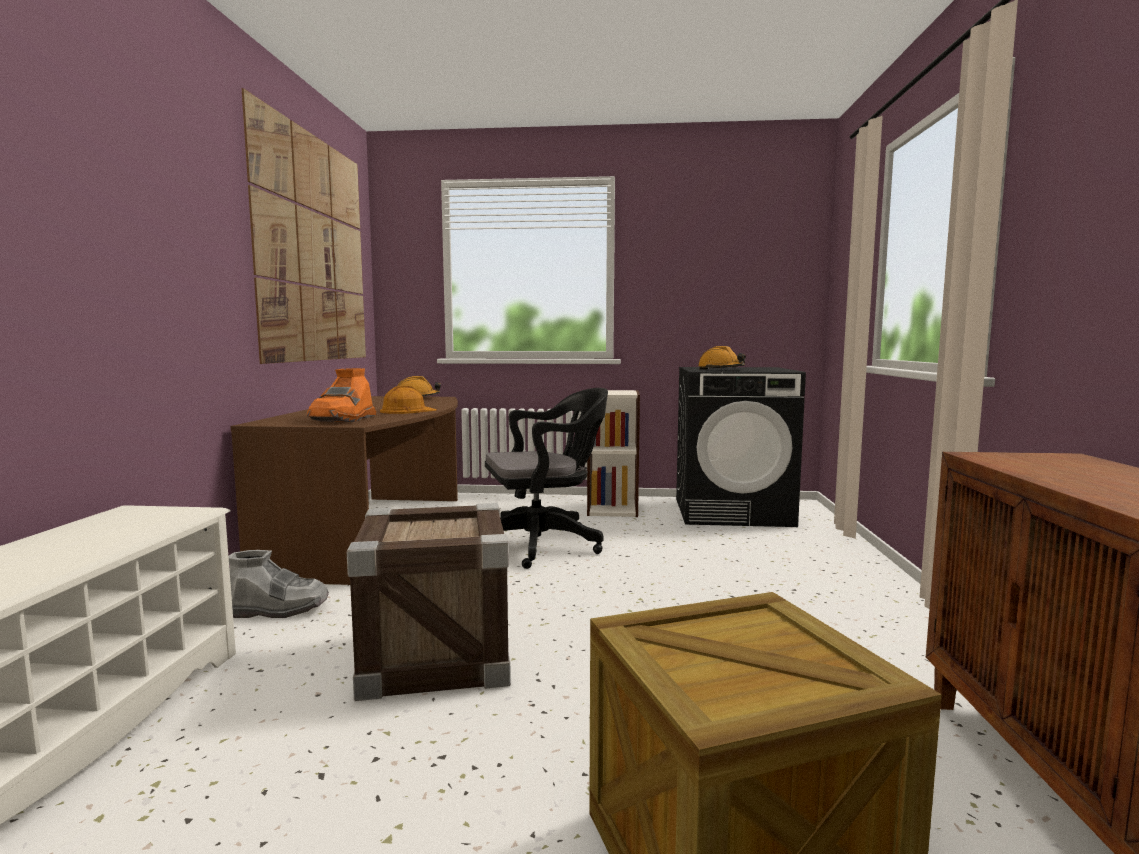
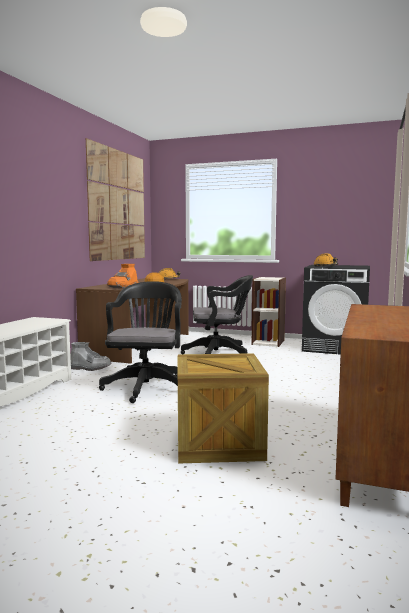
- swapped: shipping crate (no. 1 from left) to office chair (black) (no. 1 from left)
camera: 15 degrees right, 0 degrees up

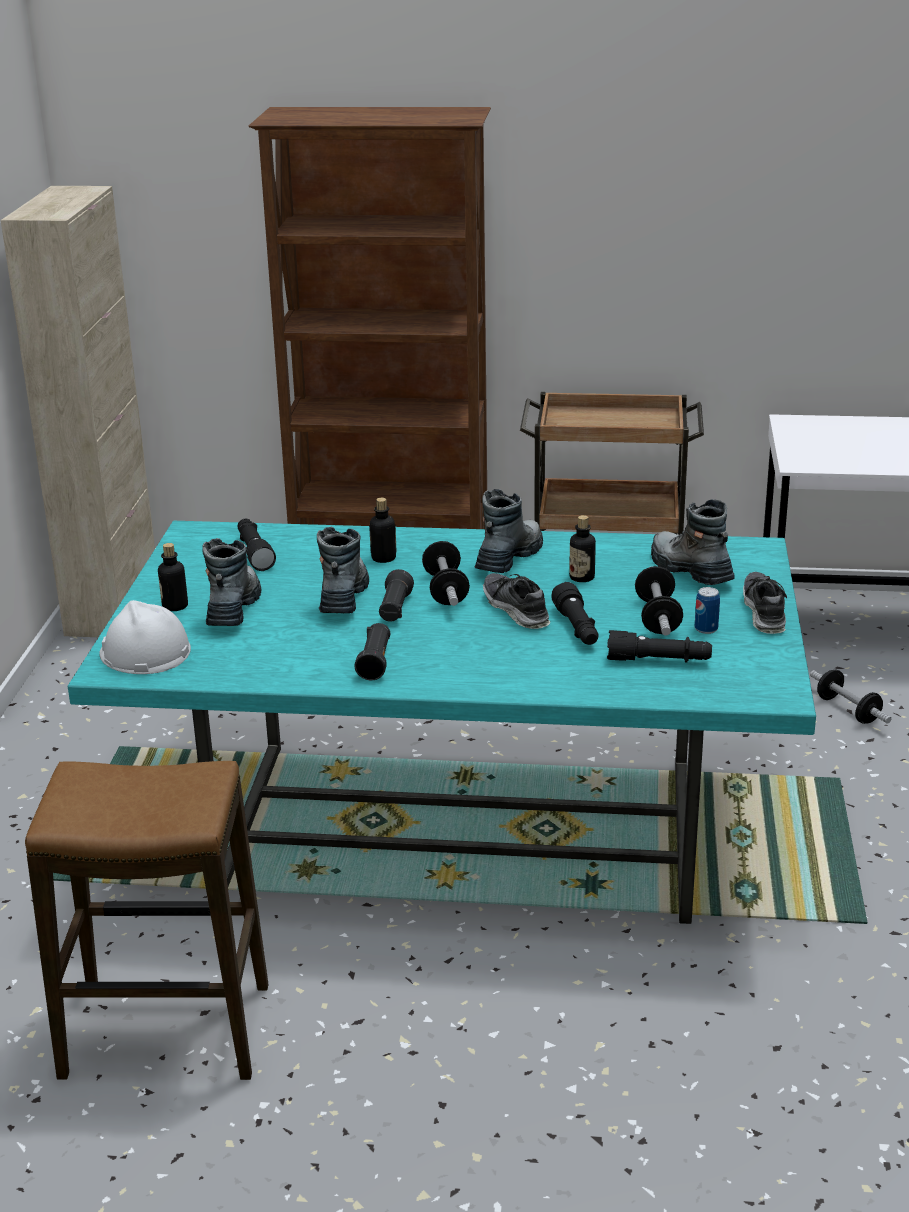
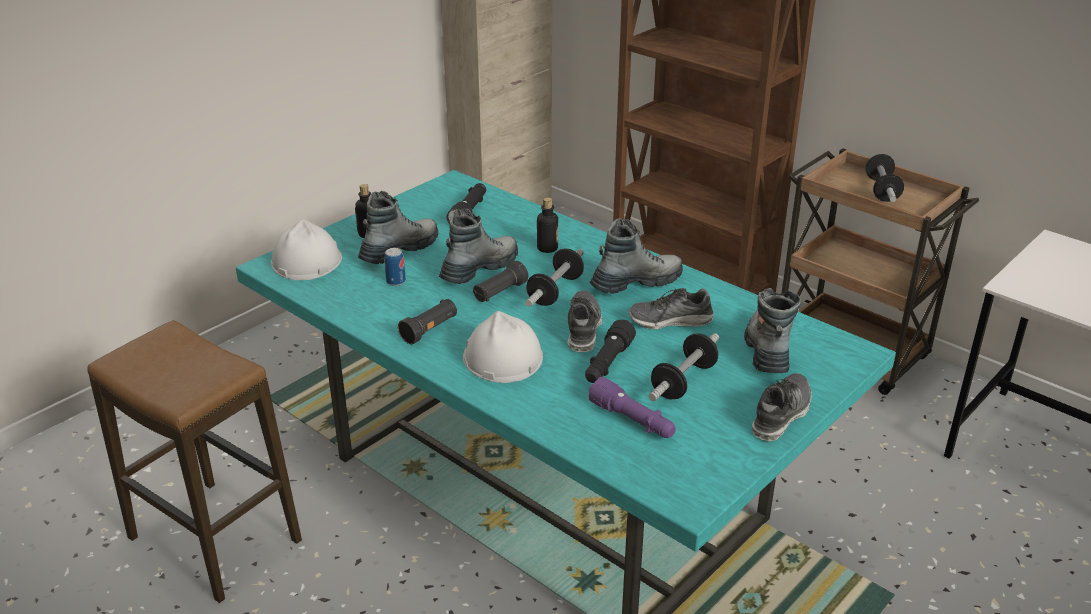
- swapped: beverage bottle (no. 3 from left) to low shoe (no. 2 from left)
- repainted: flashlight (black) (no. 5 from left) to flashlight (purple)
- shifted: metal can
- shifted: hand weight (no. 3 from left)
- new: safety helmet (white-coloured) (no. 2 from left)
camera: 35 degrees right, 5 degrees up

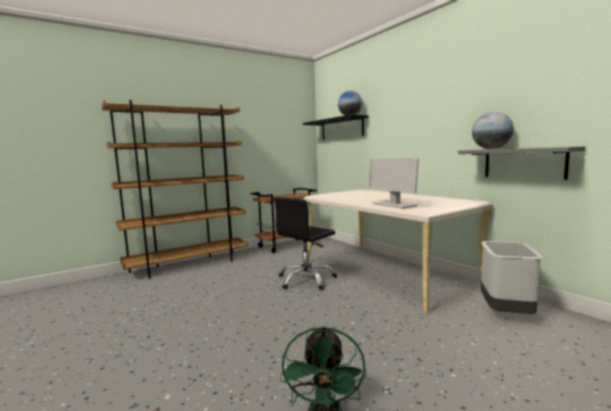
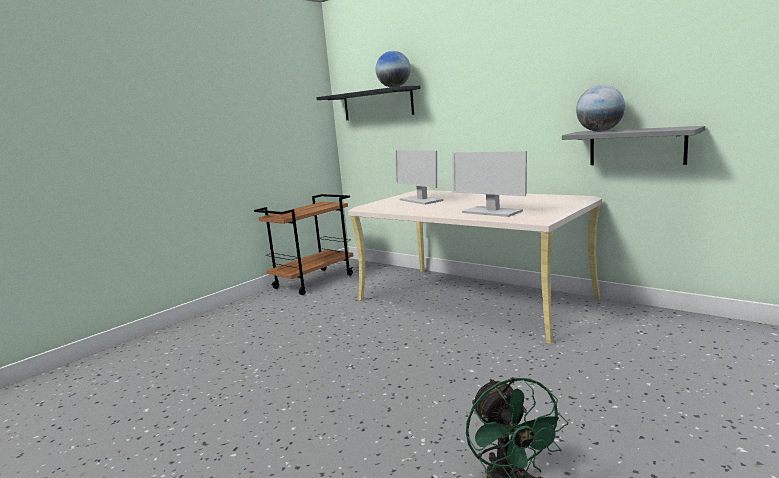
- gone: bookshelf (brownish)
- gone: office chair (black)
- gone: waste bin (greyish)
- new: computer display (no. 1 from left)
camera: 15 degrees left, 5 degrees up

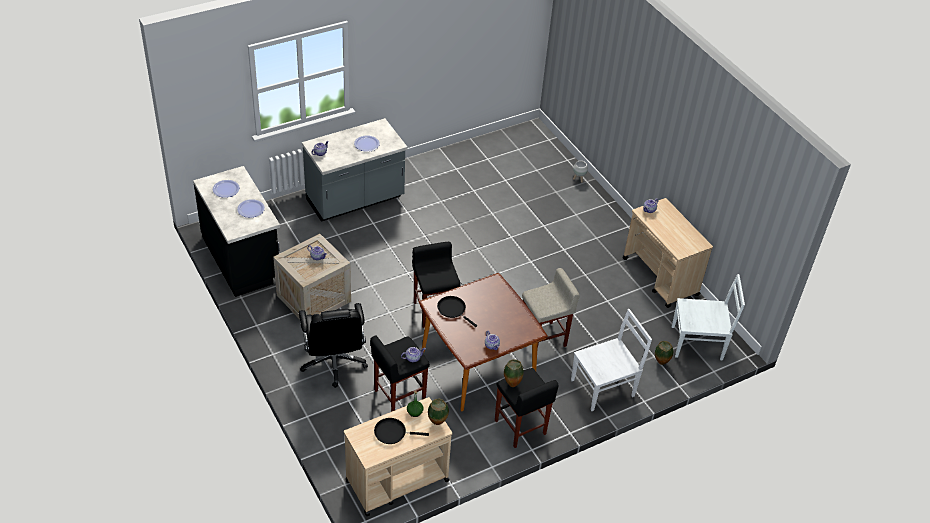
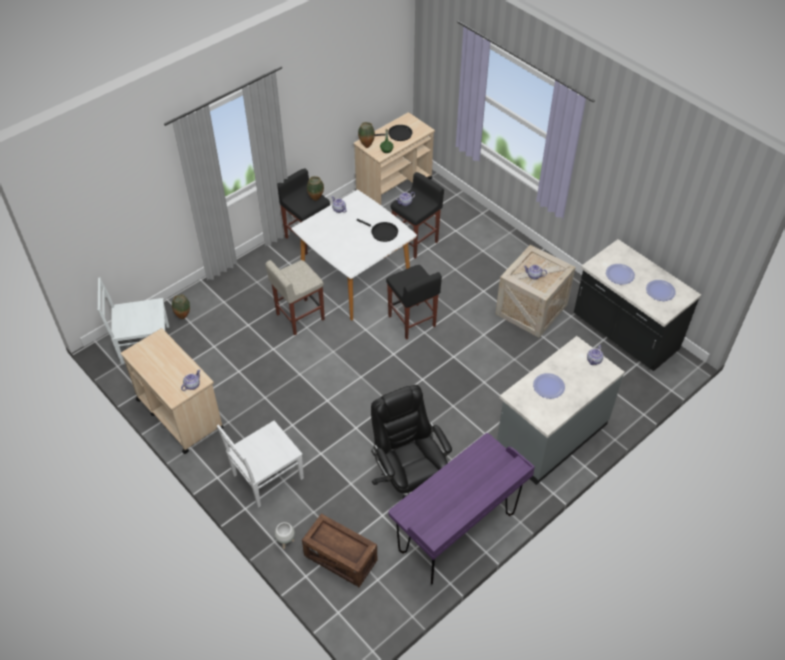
- shifted: office chair (black)
- repainted: kitchen table (brownish) to kitchen table (white-coloured)
- shifted: upright chair (white-coloured) (no. 1 from left in the first image) to upright chair (white-coloured) (no. 2 from left)
- new: shipping crate (no. 1 from left)
- new: desk (purple)
camera: 170 degrees right, 5 degrees up

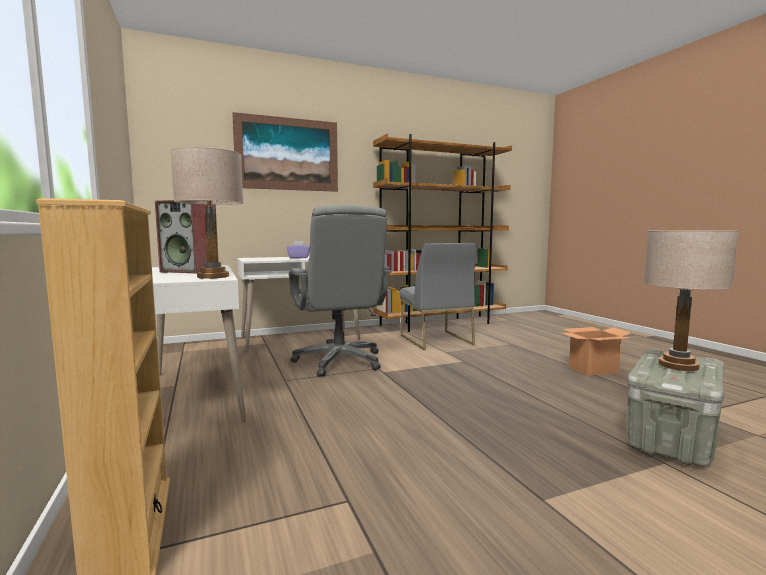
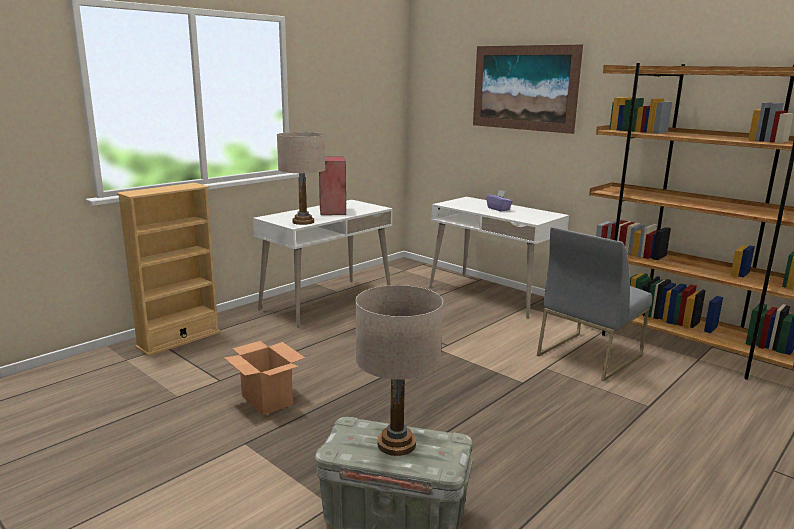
- gone: office chair (greyish)
- shifted: cardboard box
camera: 65 degrees right, 10 degrees up

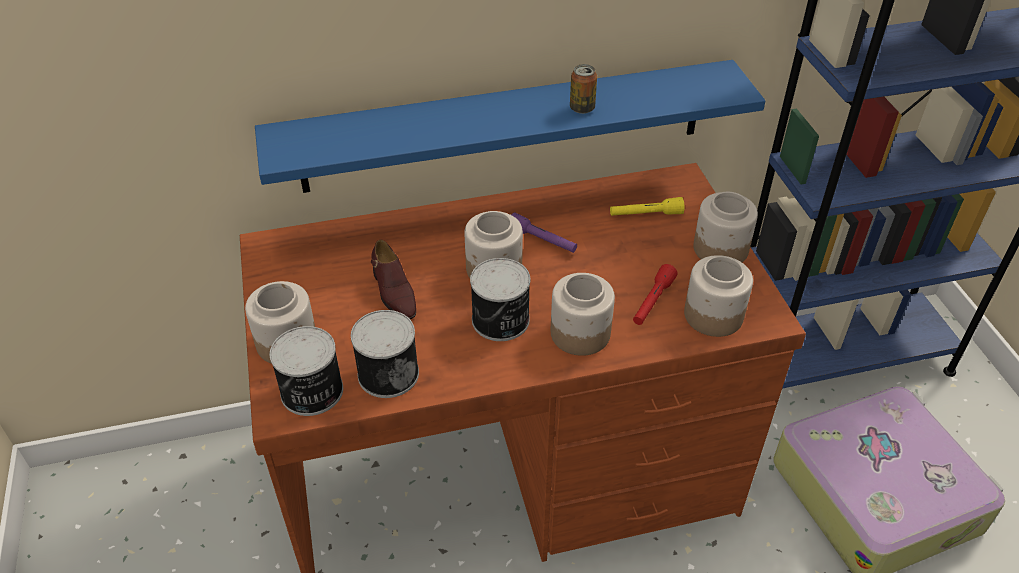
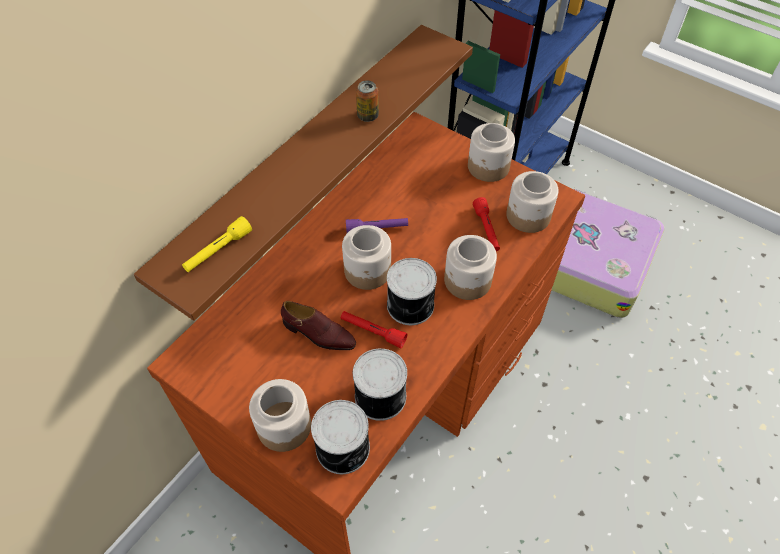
- repainted: wall shelf (blue-coloured) to wall shelf (brownish)
- shifted: flashlight (yellow-coloured)
- new: flashlight (red-coloured) (no. 1 from left)
camera: 40 degrees left, 10 degrees up

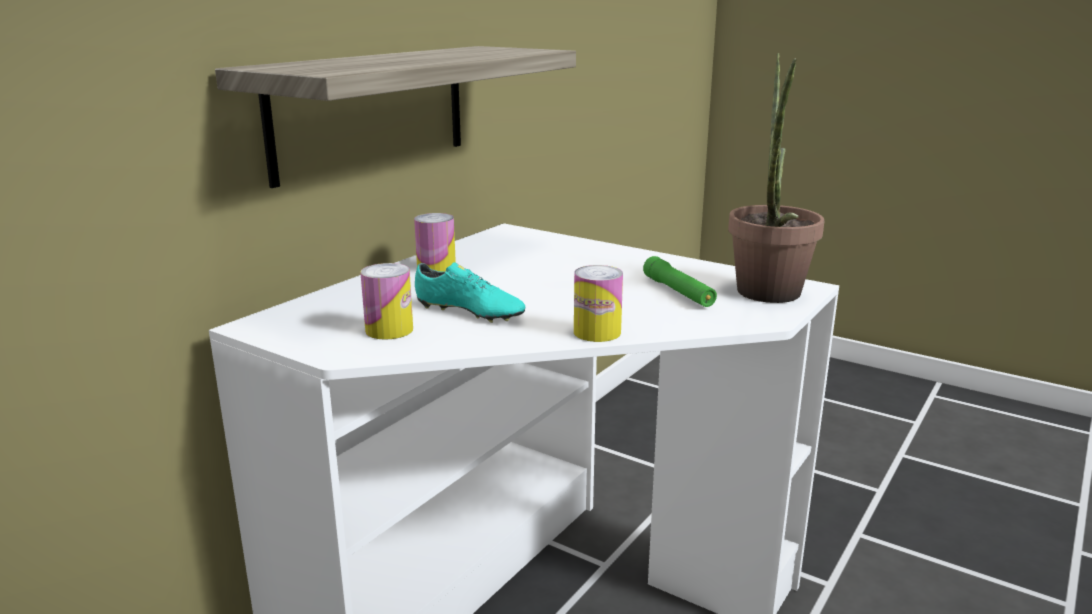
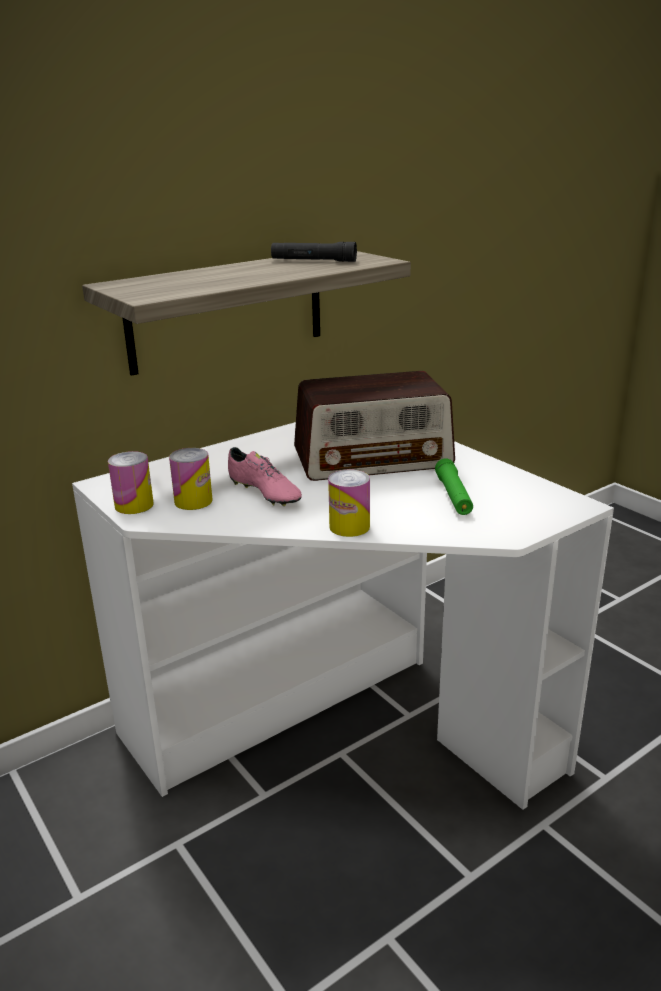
- shifted: metal can (no. 2 from left in the first image) to metal can (no. 1 from left)
- repainted: low shoe (turquoise-coloured) to low shoe (pink)
- gone: plant in a pot
- new: flashlight (black)
- new: radio receiver
camera: 20 degrees right, 5 degrees up

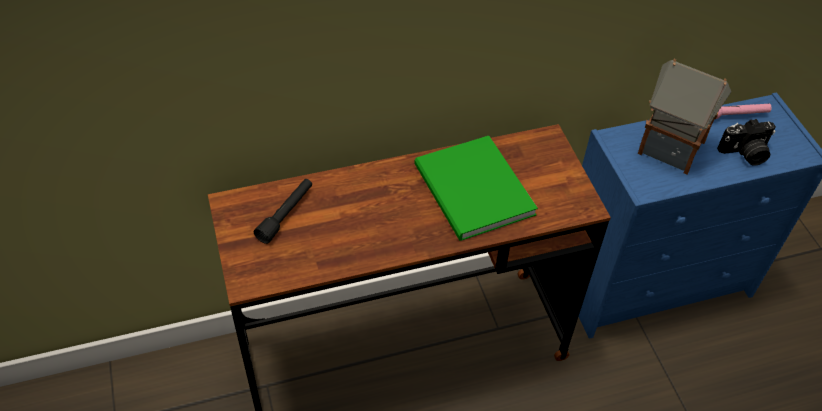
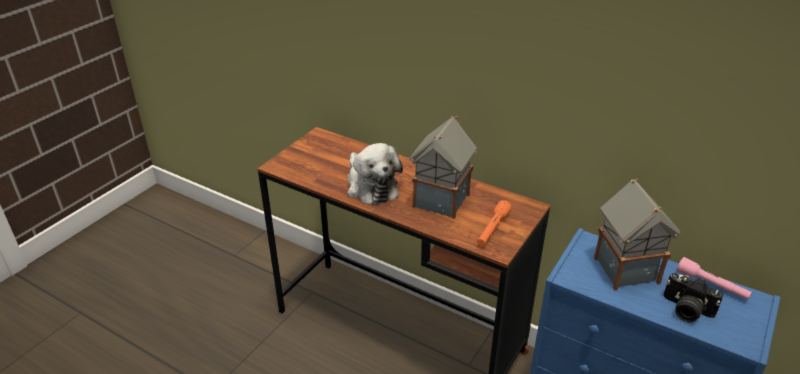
- gone: flashlight (black)
- swapped: book (green) to miniature house (no. 1 from left)
- new: soft toy
- new: flashlight (orange)
camera: 50 degrees right, 15 degrees down

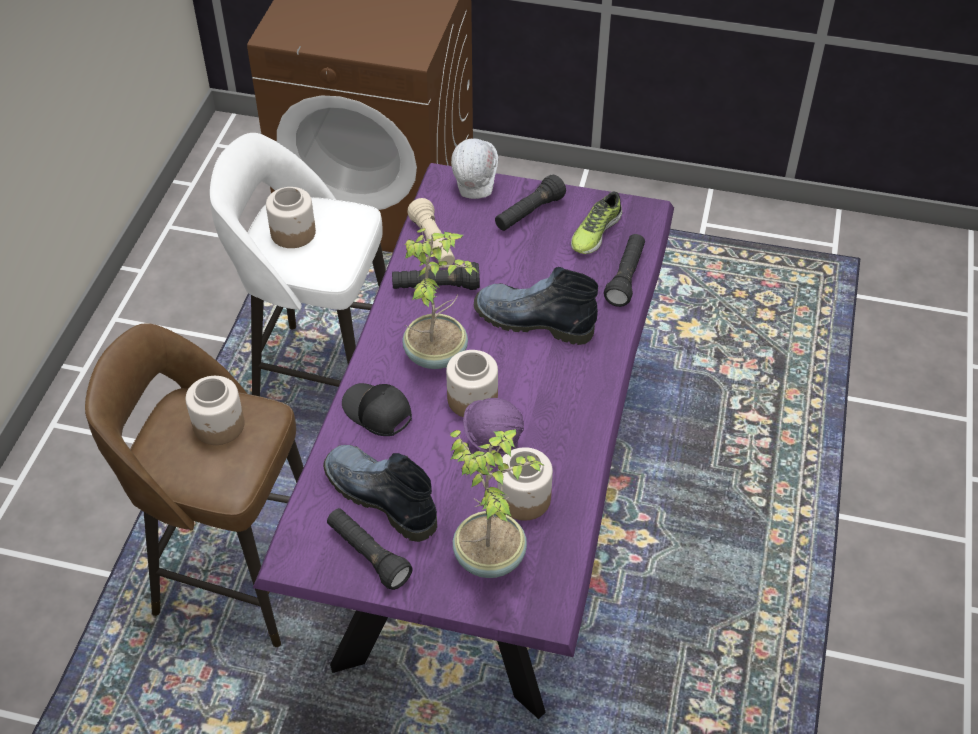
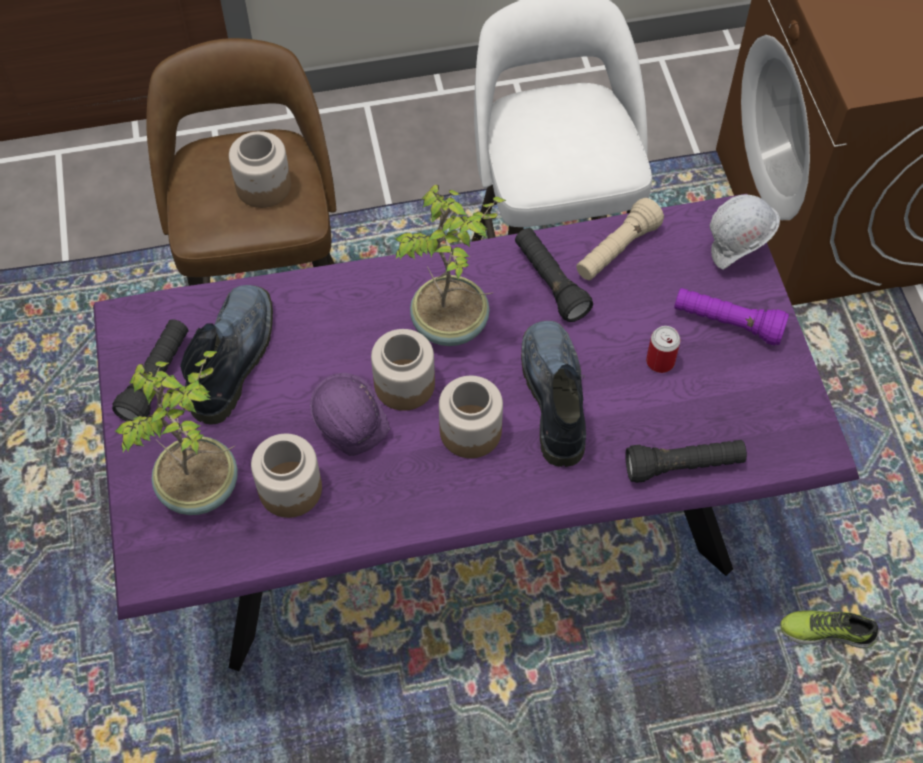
- shifted: storage jar (no. 2 from left in the first image) to storage jar (no. 4 from left)
- gone: cap (black)
- repainted: flashlight (black) (no. 3 from left) to flashlight (purple)
- shifted: low shoe
- new: metal can
camera: 65 degrees right, 10 degrees up

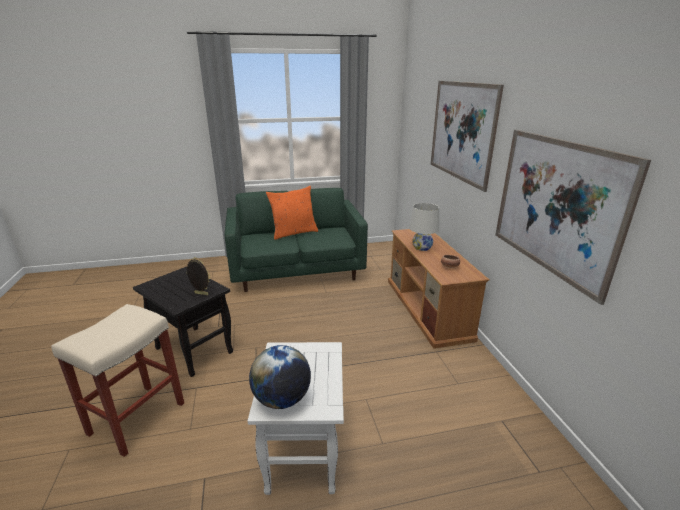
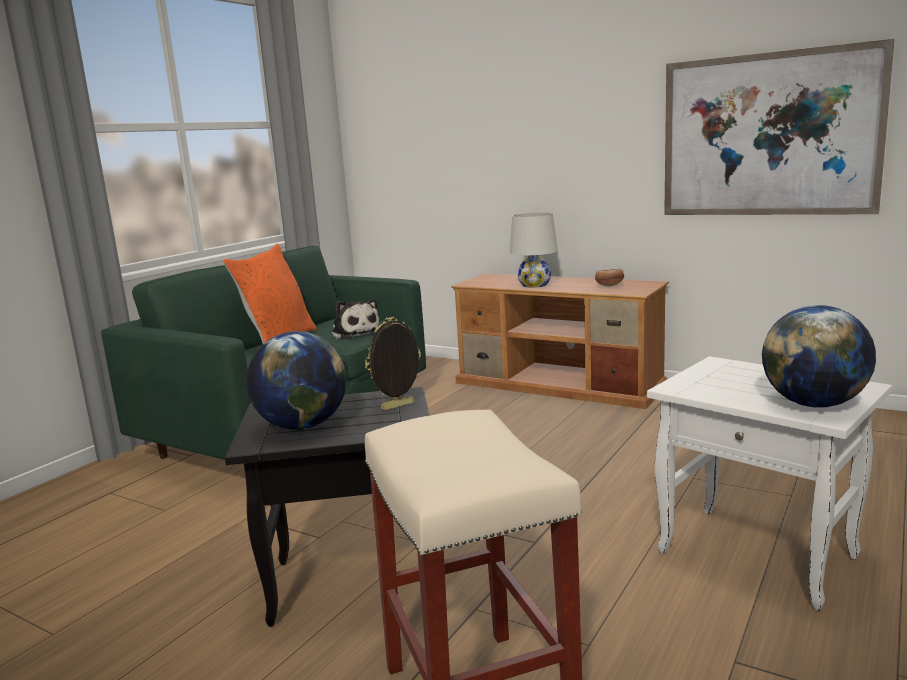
- gone: wall picture (no. 1 from left)
- new: world globe (no. 1 from left)
- new: soft toy
camera: 45 degrees left, 10 degrees down

